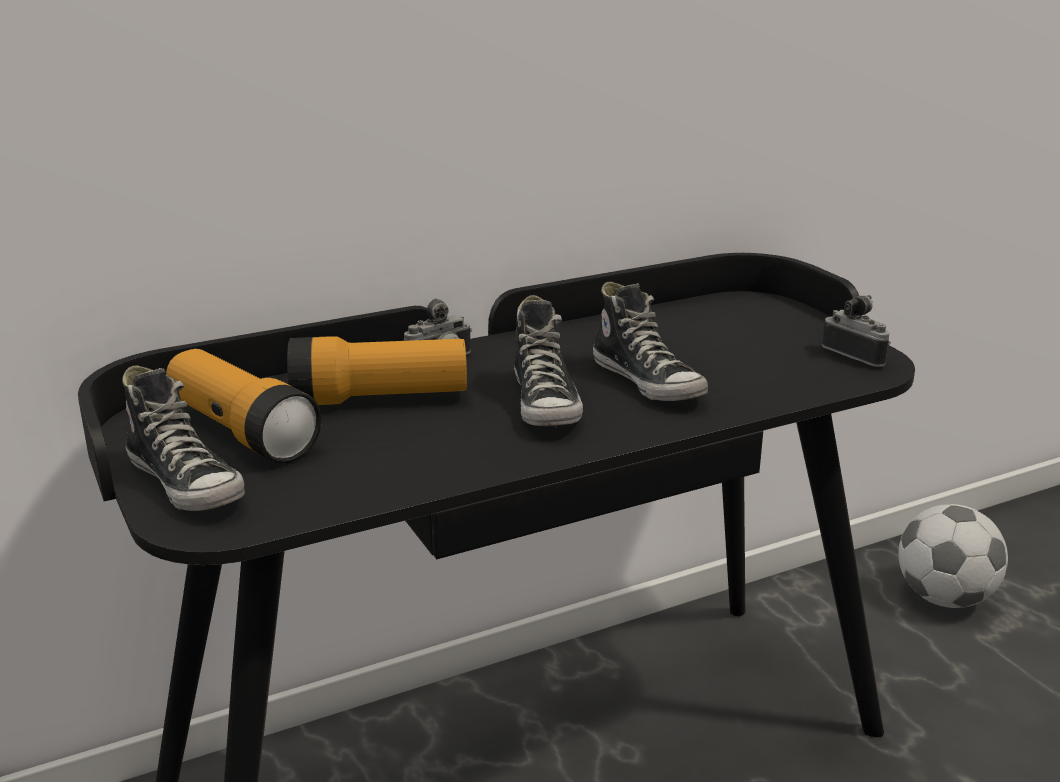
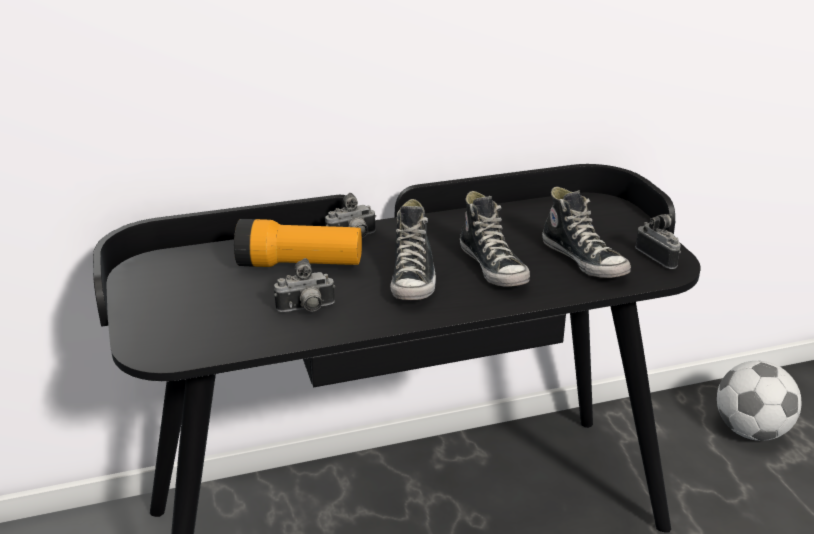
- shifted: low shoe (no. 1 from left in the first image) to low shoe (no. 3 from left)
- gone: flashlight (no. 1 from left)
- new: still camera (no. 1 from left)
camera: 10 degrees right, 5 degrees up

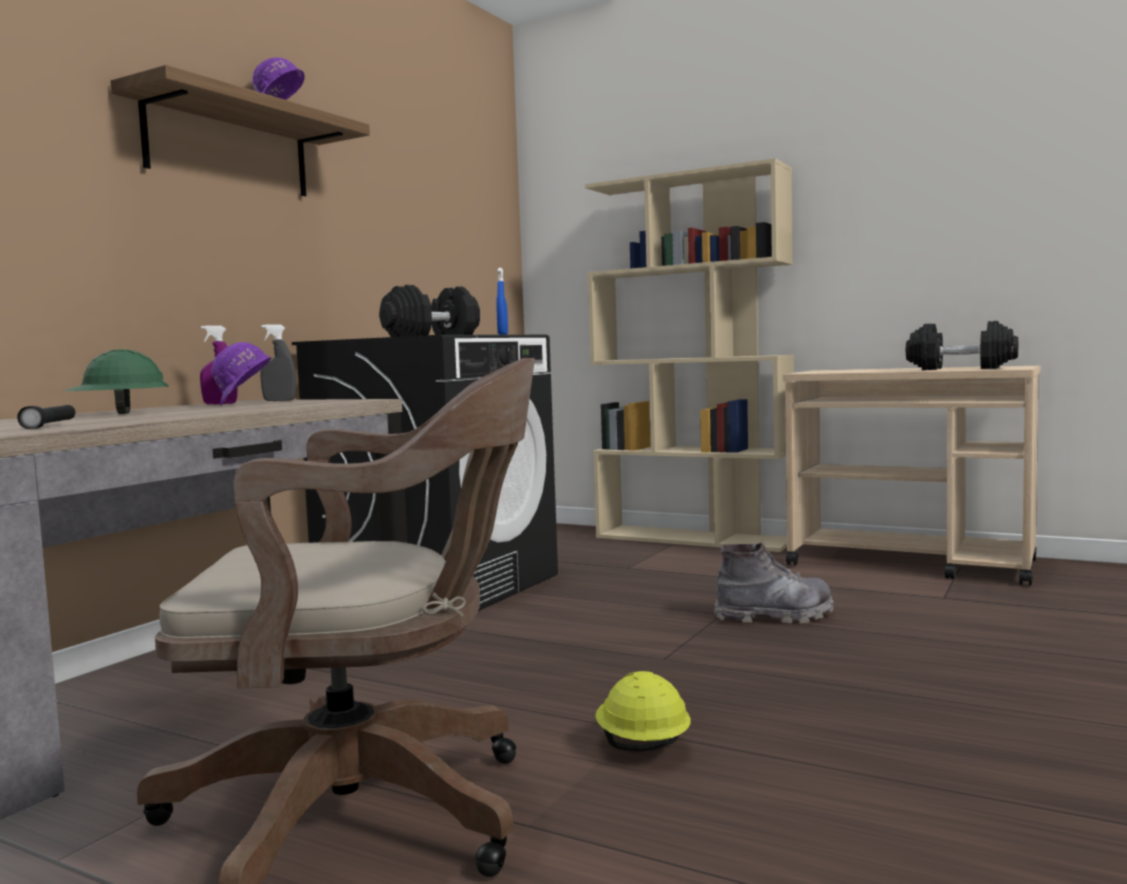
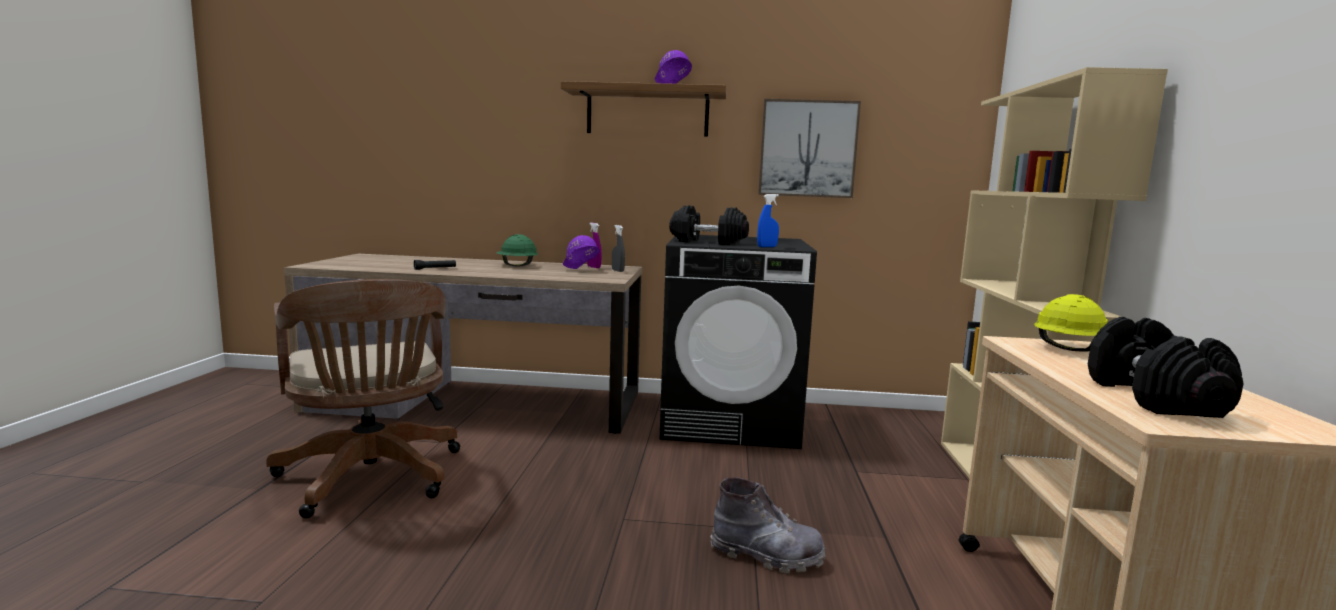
- shifted: safety helmet (yellow-coloured)
- rotated: boot (greyish) 45 degrees counterclockwise
- new: wall picture
camera: 65 degrees right, 5 degrees up

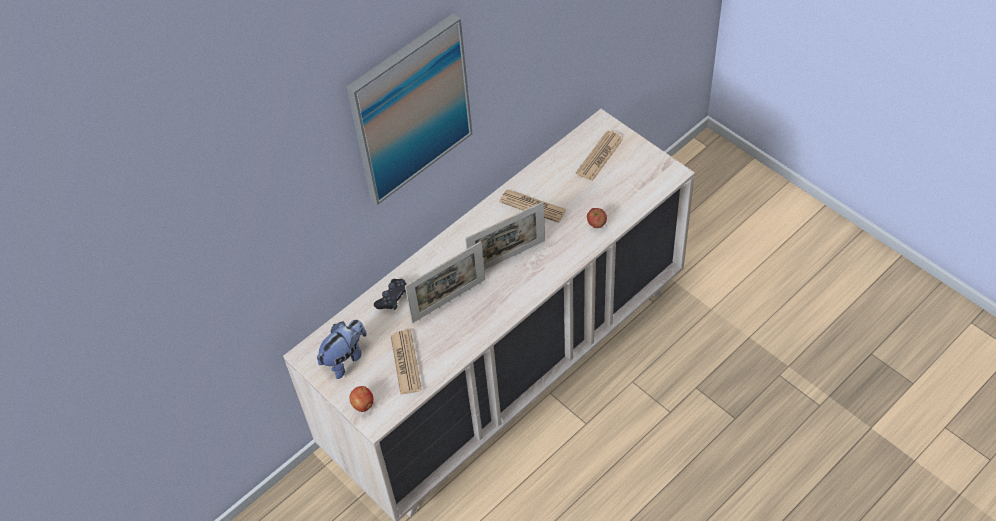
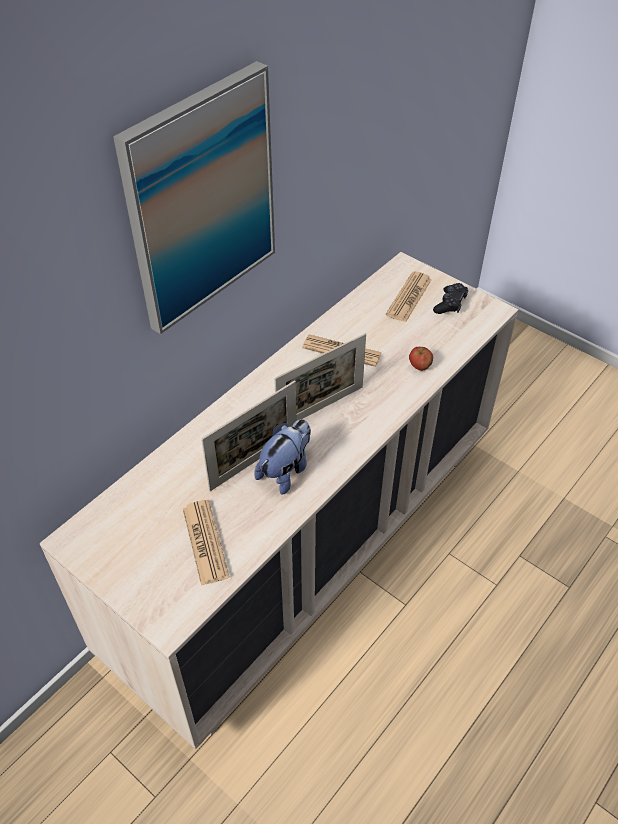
- shifted: soft toy
- gone: apple (no. 1 from left)
- shifted: gamepad (black)
camera: 10 degrees left, 5 degrees down

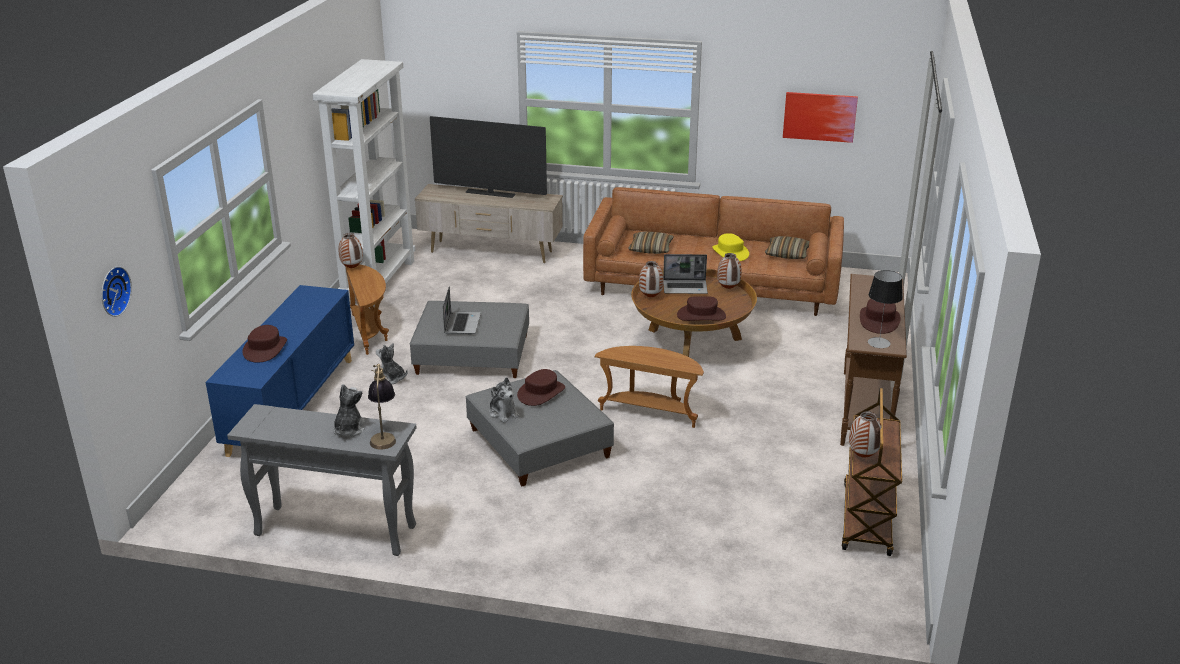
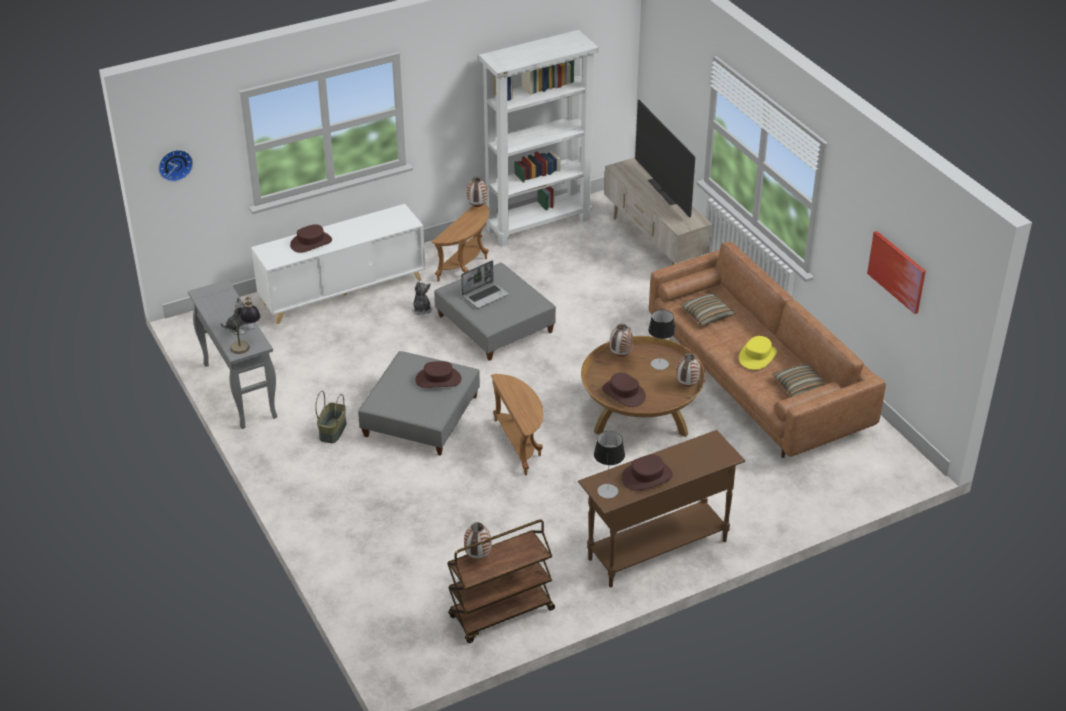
- repainted: storage cabinet (blue-coloured) to storage cabinet (white-coloured)
- gone: soft toy (no. 3 from left)
- swapped: laptop (no. 2 from left) to lamp for a table (no. 3 from left)
- new: household basket
camera: 50 degrees right, 10 degrees up

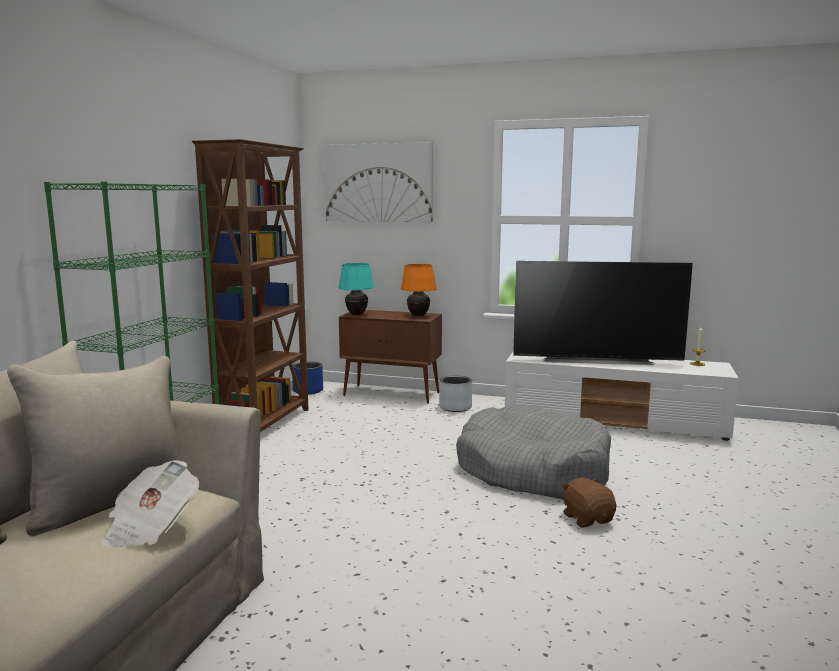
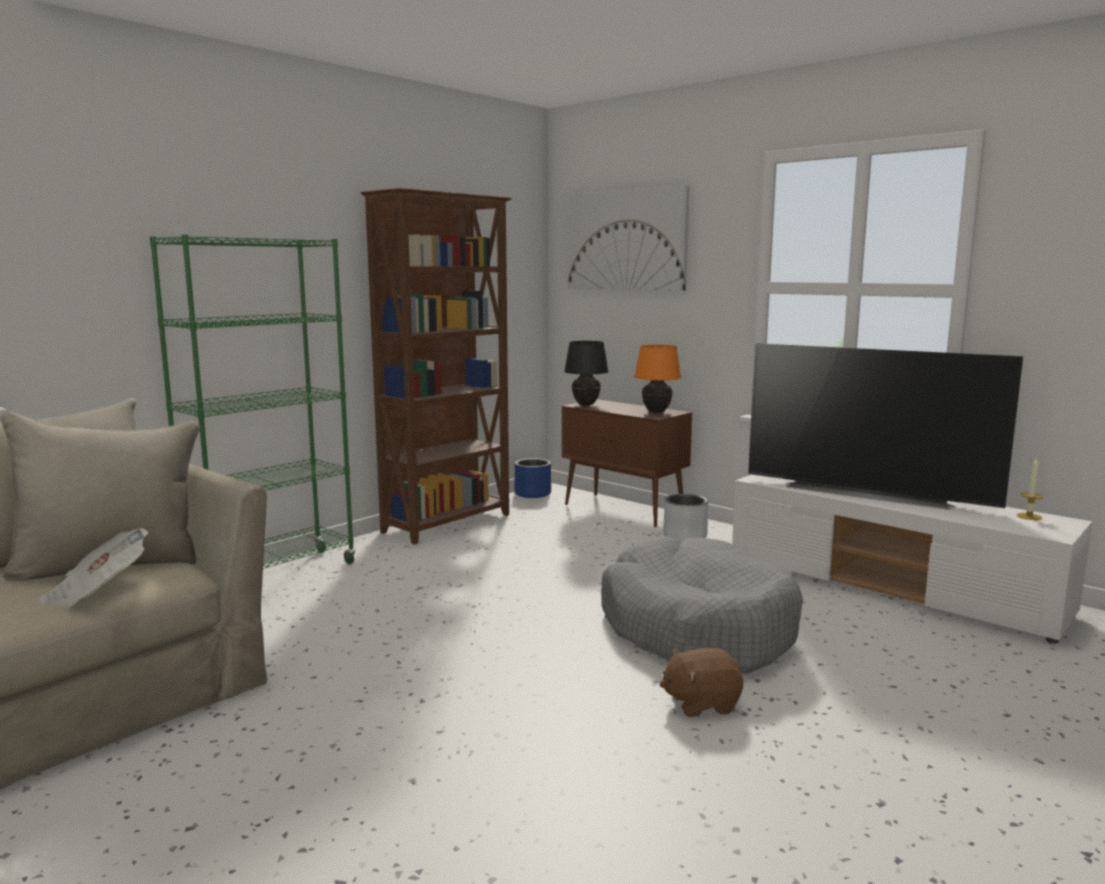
- repainted: lamp for a table (turquoise-coloured) to lamp for a table (black)
- rotated: soft toy (brownish) 105 degrees counterclockwise
camera: 25 degrees right, 0 degrees up

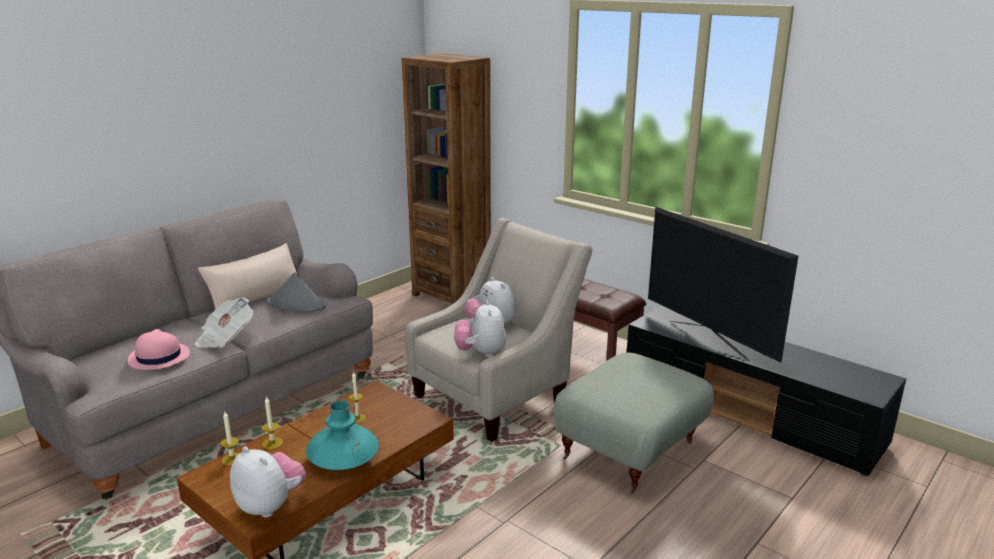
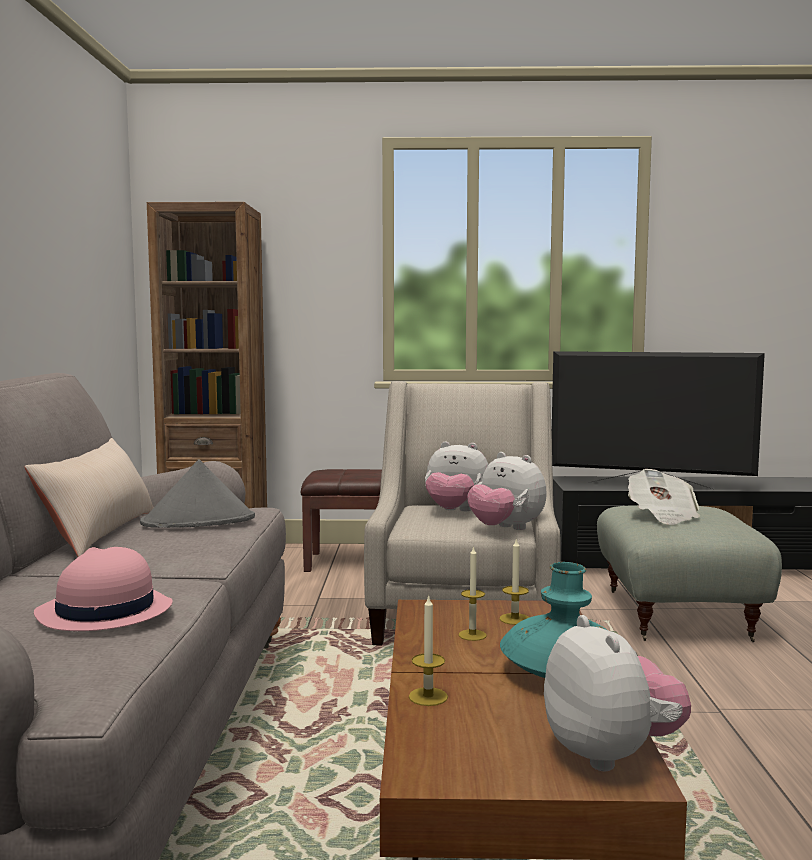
- shifted: newspaper
- shifted: wax light (no. 1 from left in the first image) to wax light (no. 3 from left)
- rotated: soft toy (no. 1 from left in the first image) 75 degrees clockwise
camera: 40 degrees left, 15 degrees down

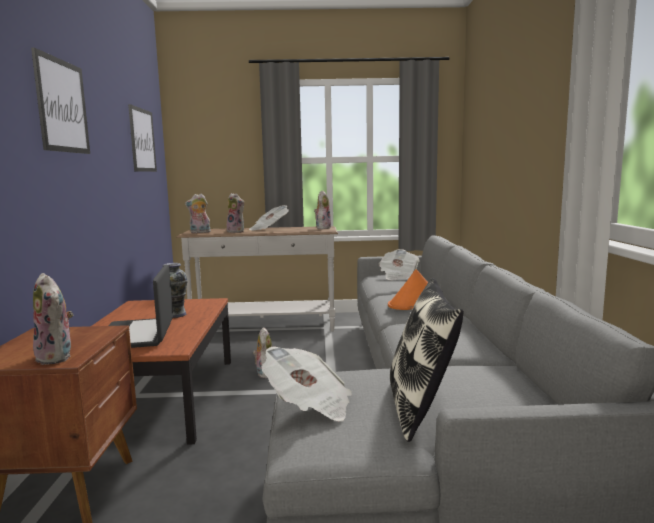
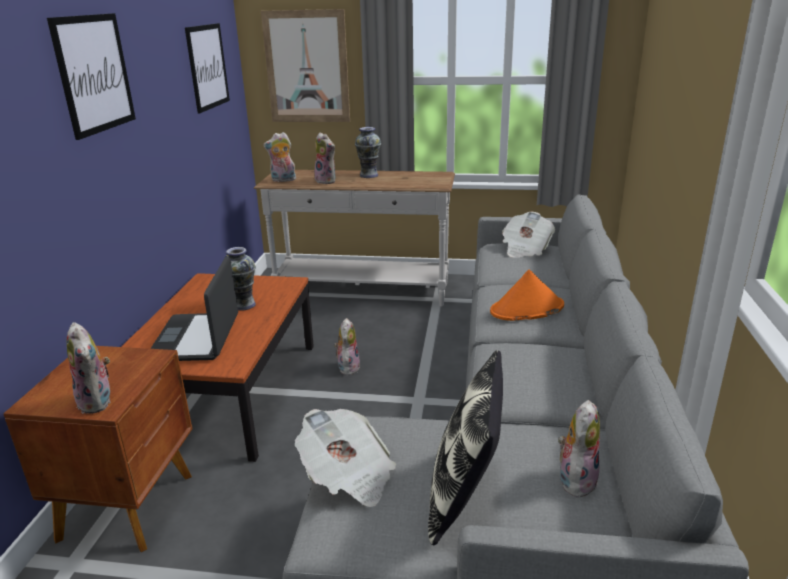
- swapped: newspaper (no. 1 from left) to vase (no. 2 from left)
- shifted: soft toy (no. 5 from left)
- new: wall picture (no. 3 from left)
camera: 10 degrees right, 15 degrees up

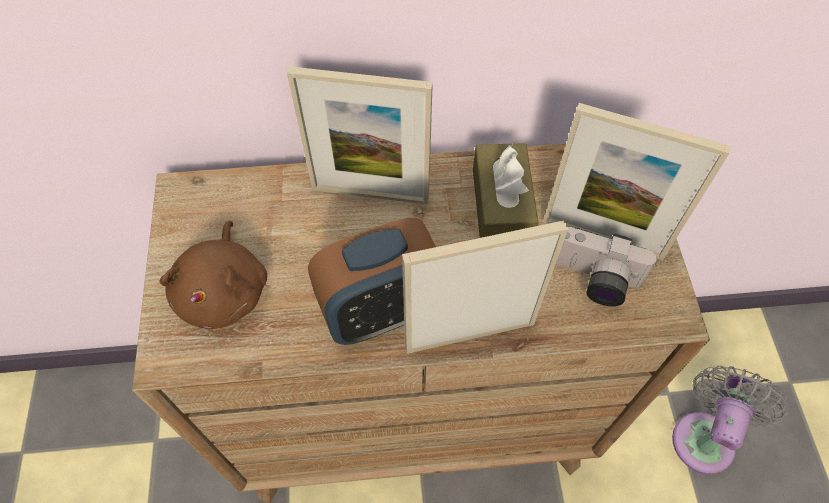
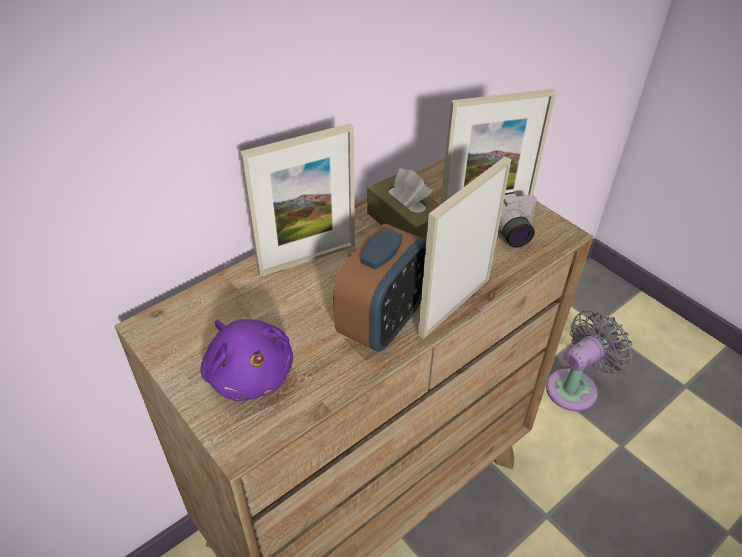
- repainted: soft toy (brownish) to soft toy (purple)
- rotated: fan (greyish) 60 degrees clockwise
camera: 35 degrees left, 15 degrees down

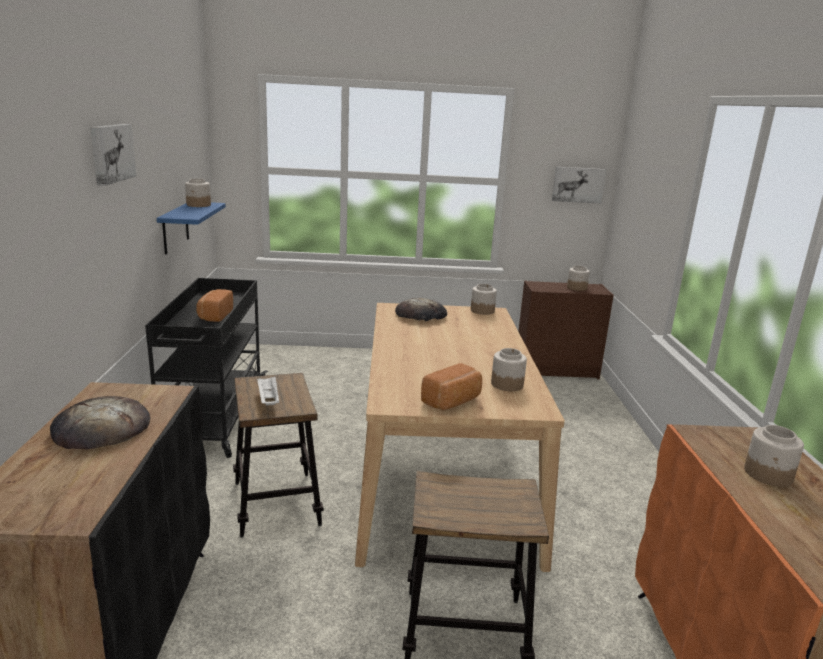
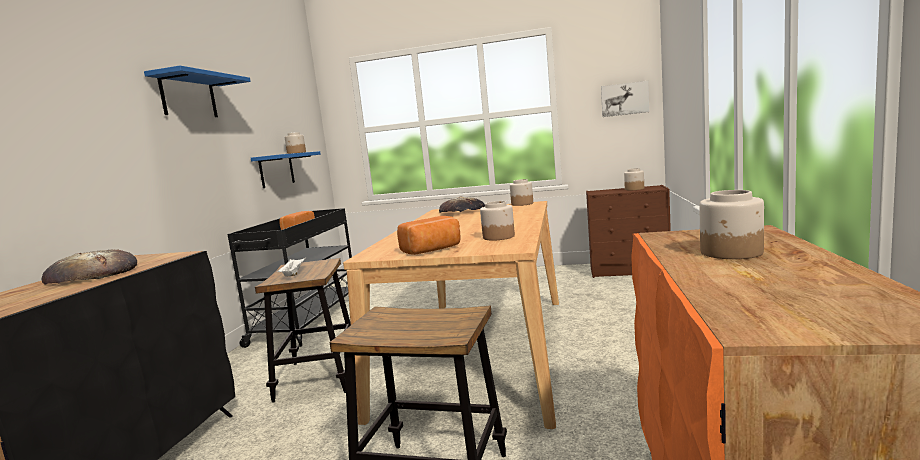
- swapped: wall picture (no. 1 from left) to wall shelf (blue-coloured) (no. 1 from left)
camera: 15 degrees right, 10 degrees down

